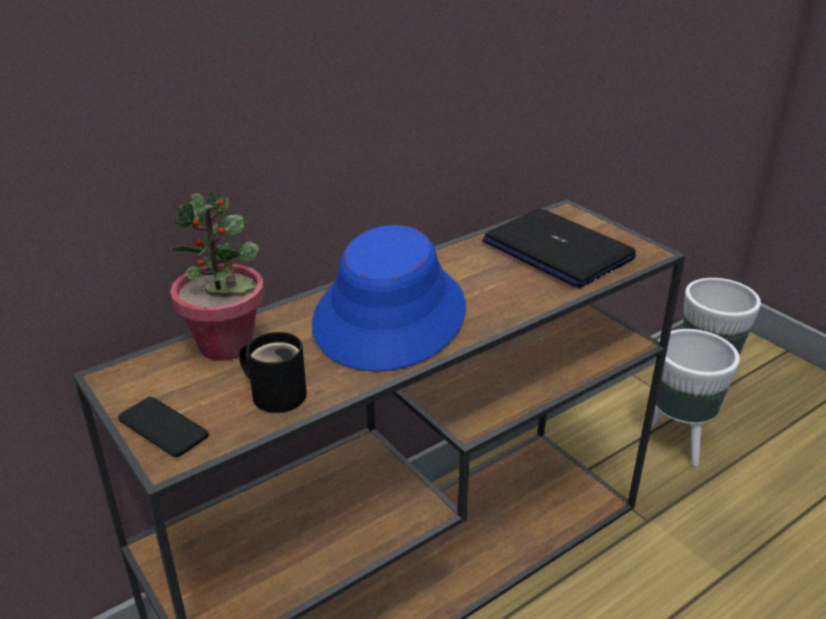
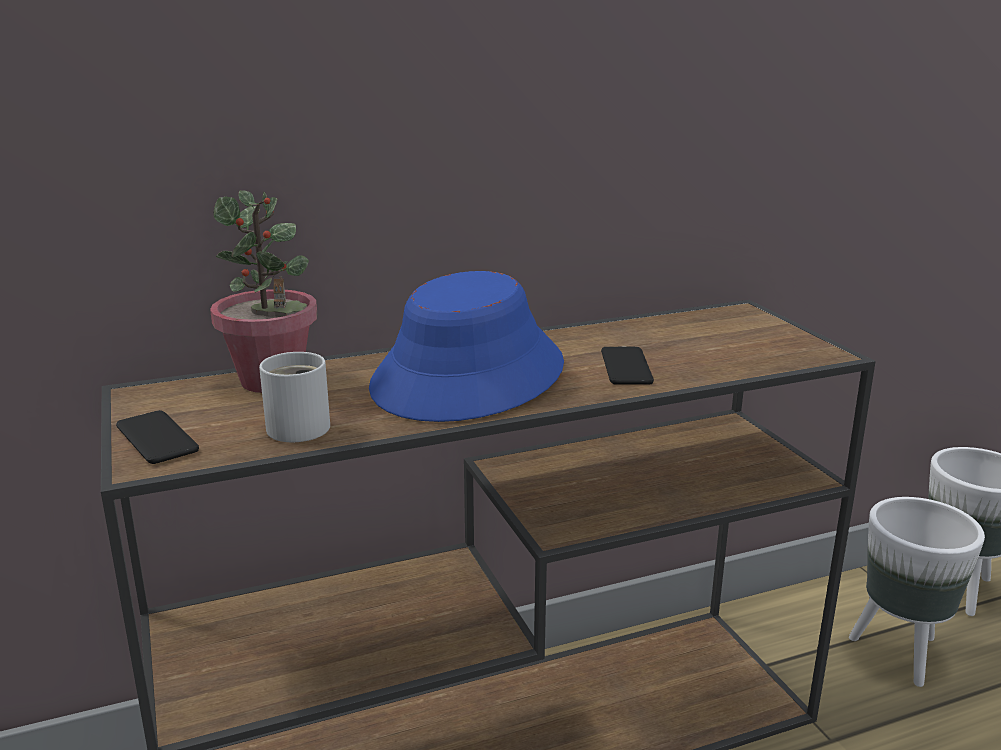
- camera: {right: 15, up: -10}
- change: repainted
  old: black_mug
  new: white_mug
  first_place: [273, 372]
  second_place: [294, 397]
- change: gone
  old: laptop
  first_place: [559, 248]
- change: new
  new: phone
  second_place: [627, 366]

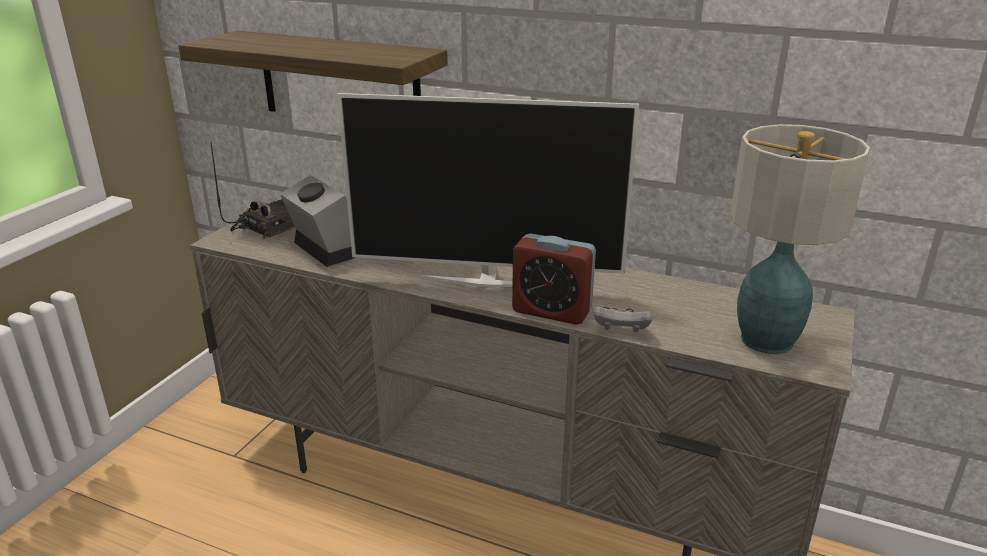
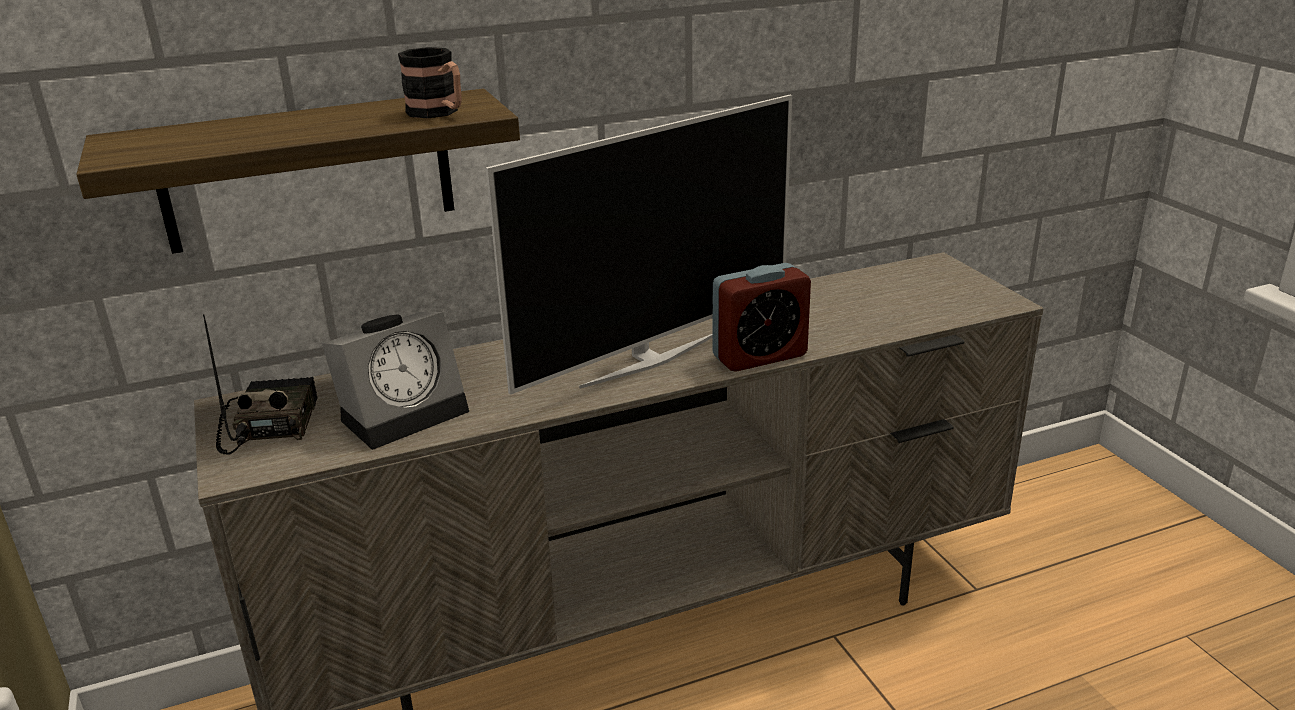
- camera: {right: -45, up: 0}
- change: rotated
  old: alarm_clock
  first_place: [317, 221]
  second_place: [395, 381]
  degrees: 135
- change: gone
  old: grey_game_controller
  first_place: [623, 319]
- change: gone
  old: table_lamp
  first_place: [800, 239]
- change: new
  new: mug
  second_place: [430, 82]

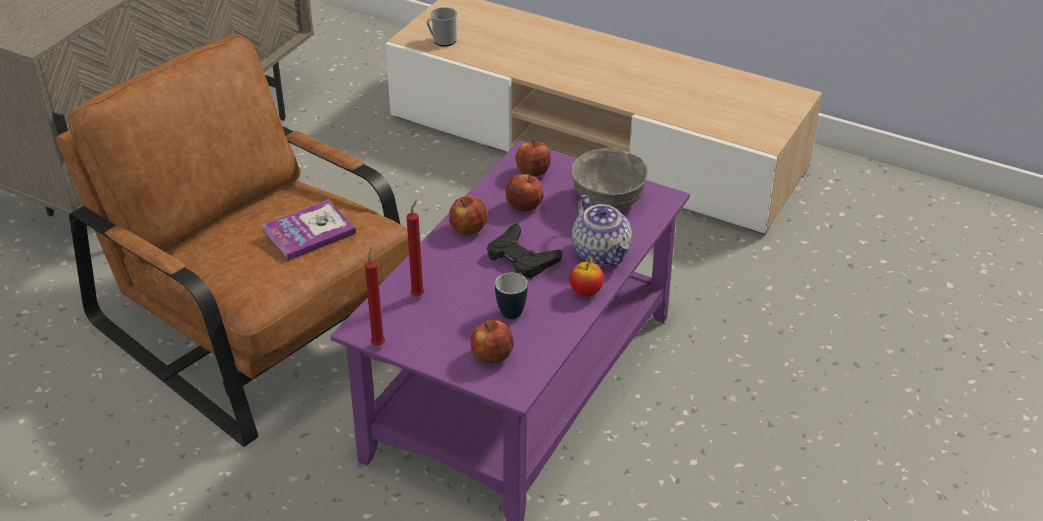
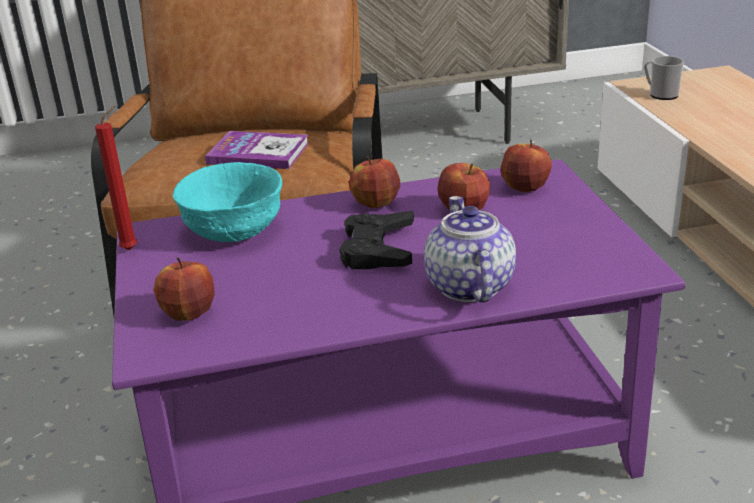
- camera: {right: 50, up: -10}
- change: swapped
  old: red_candle
  new: turquoise_bowl
  first_place: [415, 247]
  second_place: [227, 202]
- change: gone
  old: mug
  first_place: [511, 295]
- change: gone
  old: apple
  first_place: [586, 277]
- change: gone
  old: grey_bowl
  first_place: [609, 179]
- change: rotated
  old: teapot
  first_place: [602, 230]
  second_place: [470, 249]
  degrees: 150

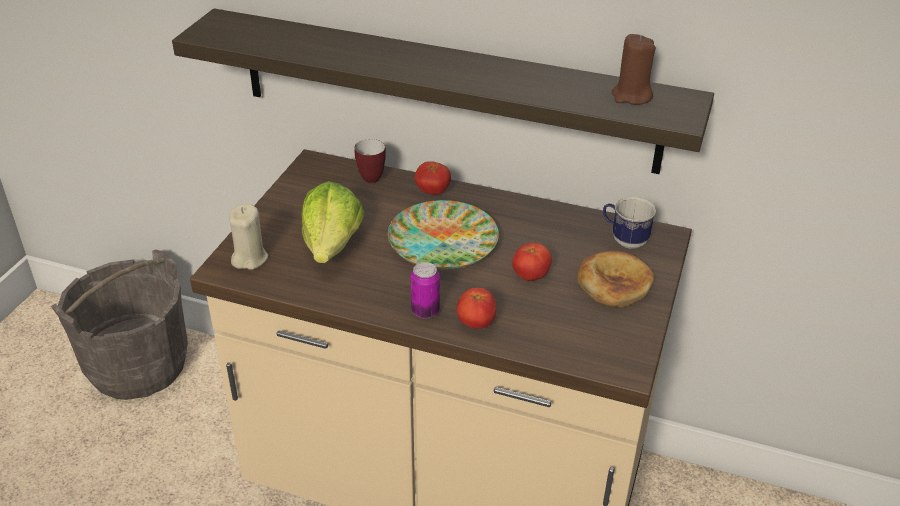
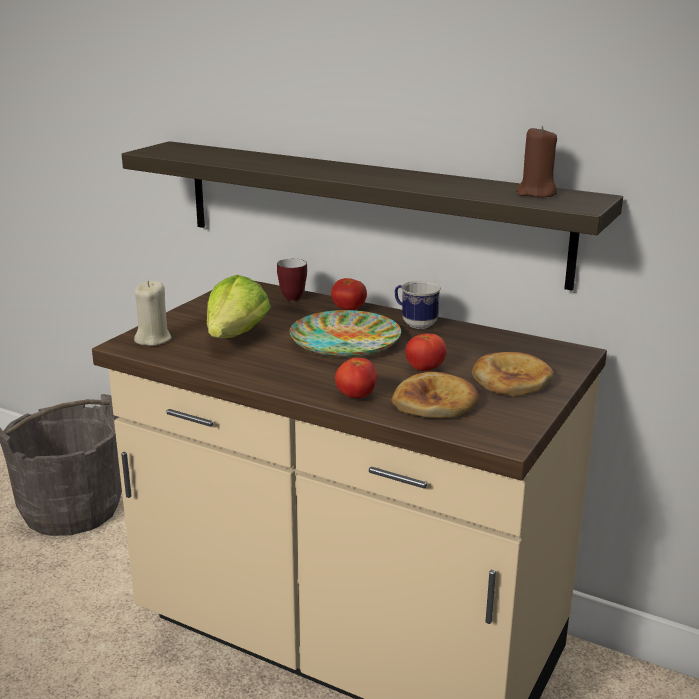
- camera: {right: 10, up: -15}
- change: gone
  old: can
  first_place: [425, 290]
- change: shifted
  old: mug
  first_place: [629, 223]
  second_place: [418, 305]
- change: new
  new: bread
  second_place: [435, 395]

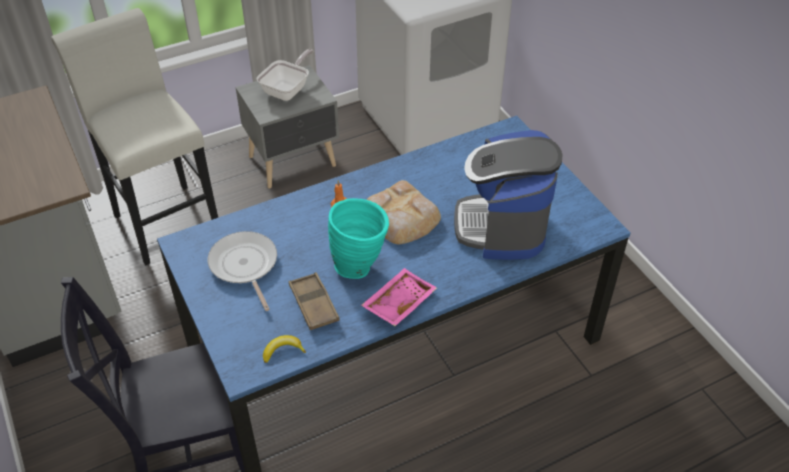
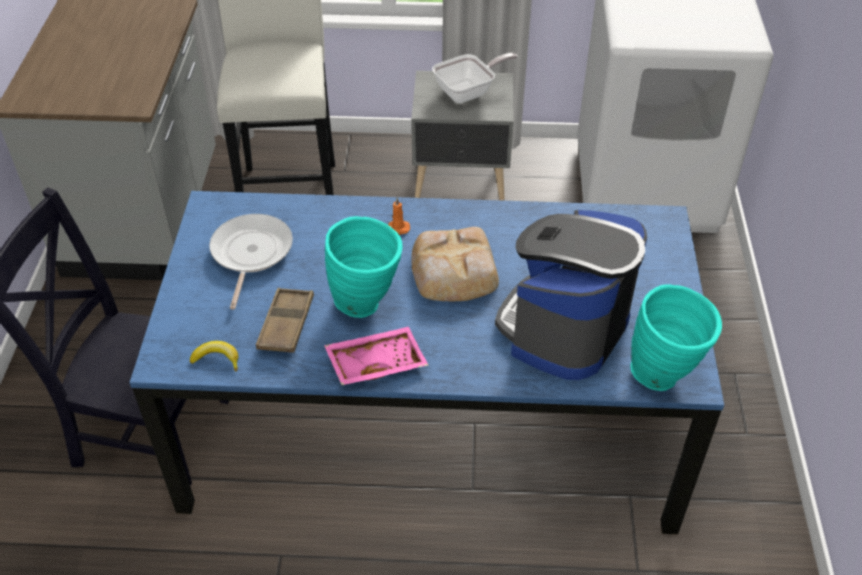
- camera: {right: 30, up: 0}
- change: new
  new: turquoise_vase
  second_place: [676, 337]

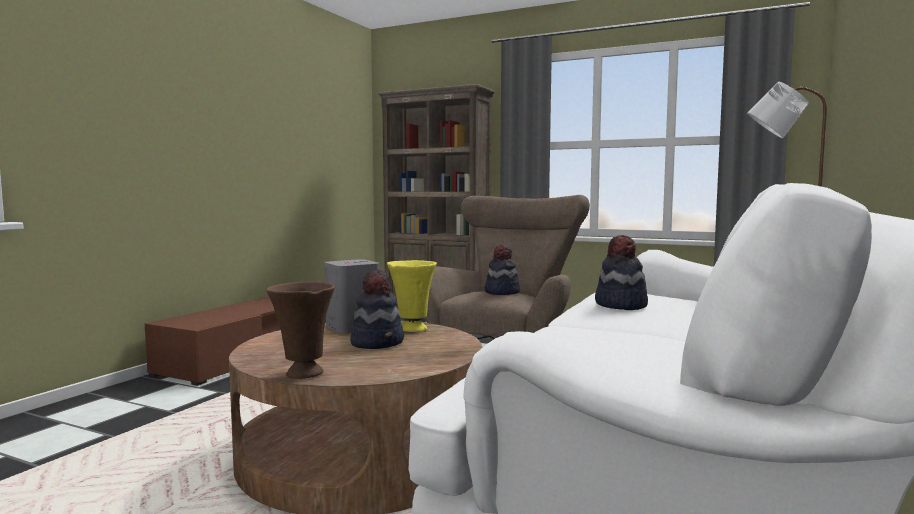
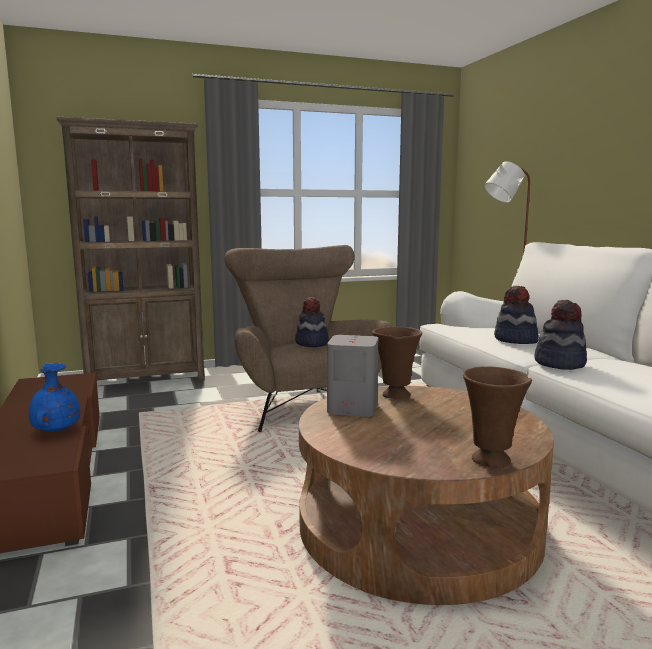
- camera: {right: -45, up: 5}
- change: shifted
  old: hat
  first_place: [377, 309]
  second_place: [560, 334]
- change: repainted
  old: yellow_vase
  new: brown_vase
  first_place: [412, 296]
  second_place: [397, 363]
- change: new
  new: blue_vase
  second_place: [54, 397]

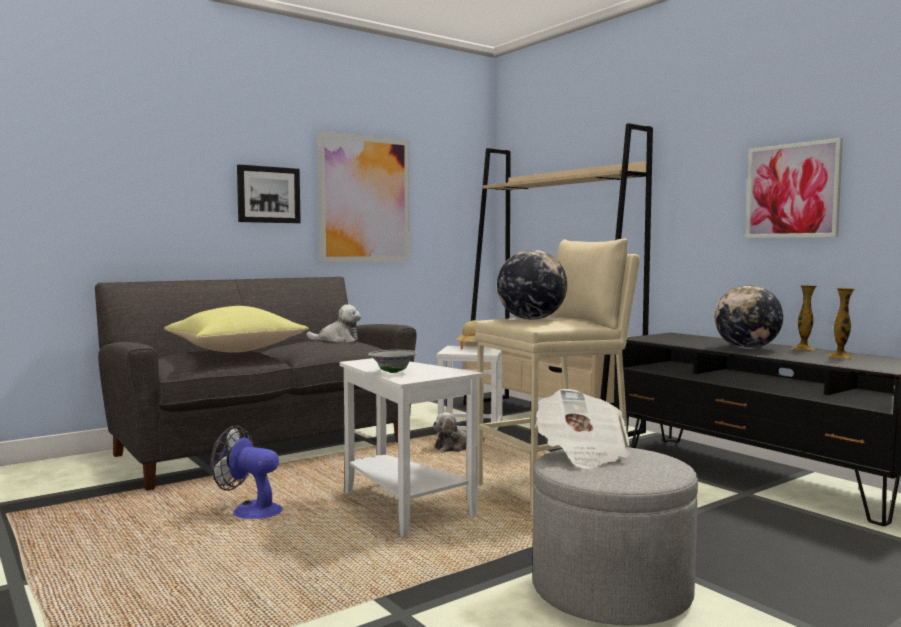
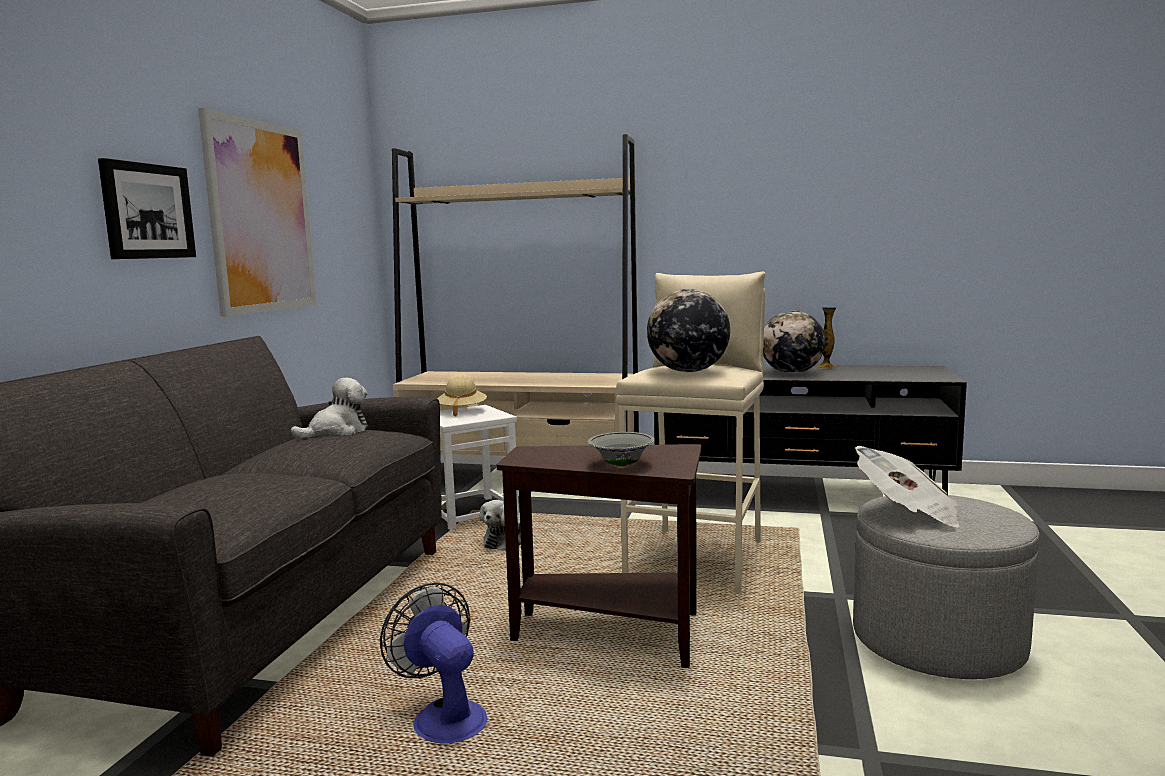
- camera: {right: -40, up: 5}
- change: gone
  old: yellow_pillow
  first_place: [236, 329]
- change: rotated
  old: fan
  first_place: [247, 472]
  second_place: [433, 663]
  degrees: 75
- change: repainted
  old: white_side_table
  new: brown_side_table
  first_place: [411, 447]
  second_place: [599, 556]
- change: gone
  old: picture
  first_place: [794, 188]
- change: gone
  old: vase
  first_place: [841, 323]

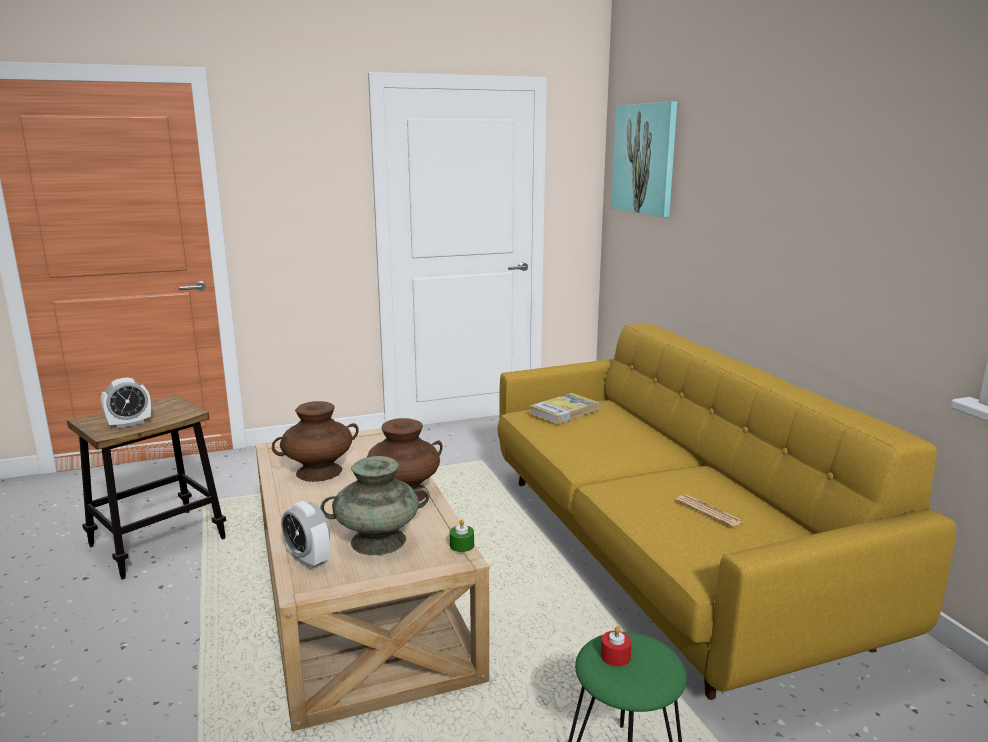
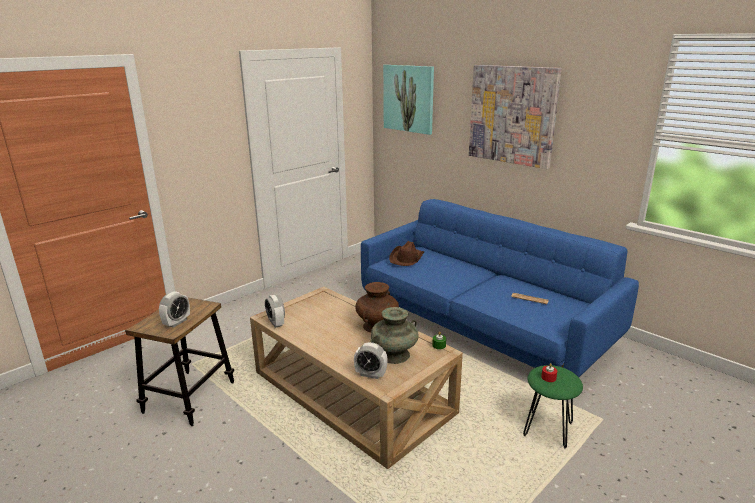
- camera: {right: -25, up: 5}
- change: gone
  old: brown_vase
  first_place: [315, 441]
- change: repainted
  old: yellow_sofa
  new: blue_sofa
  first_place: [727, 512]
  second_place: [500, 288]
- change: swapped
  old: book
  new: brown_hat
  first_place: [564, 408]
  second_place: [407, 253]
- change: new
  new: alarm_clock
  second_place: [275, 311]
- change: new
  new: picture
  second_place: [515, 117]

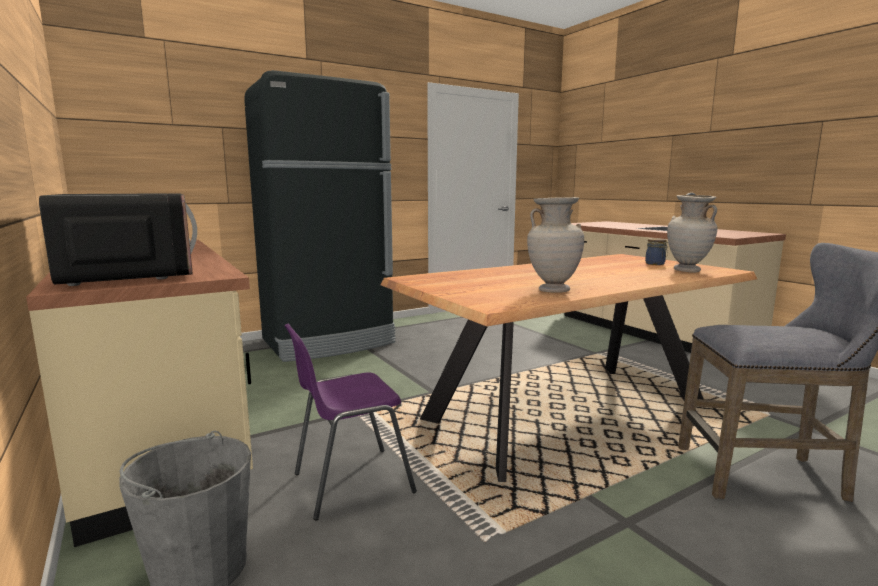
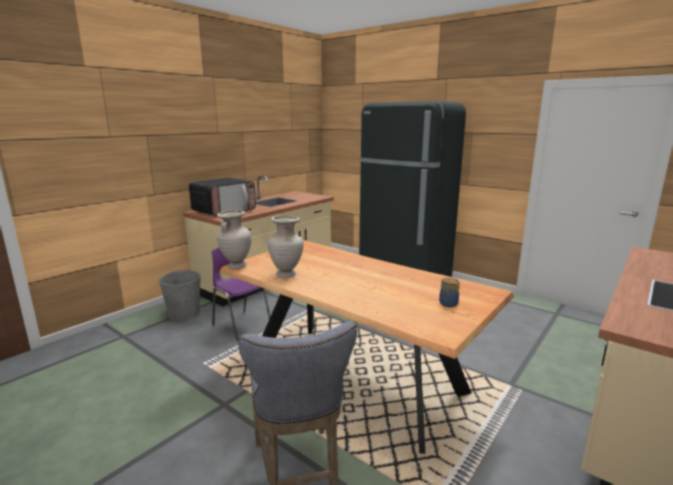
- camera: {right: 70, up: 5}
- change: shifted
  old: beige_vase
  first_place: [692, 233]
  second_place: [234, 239]

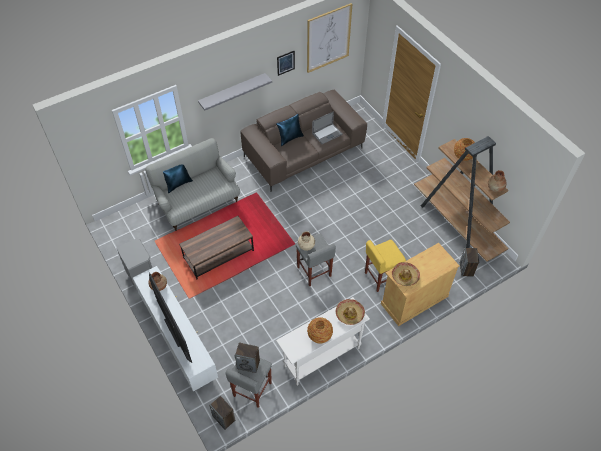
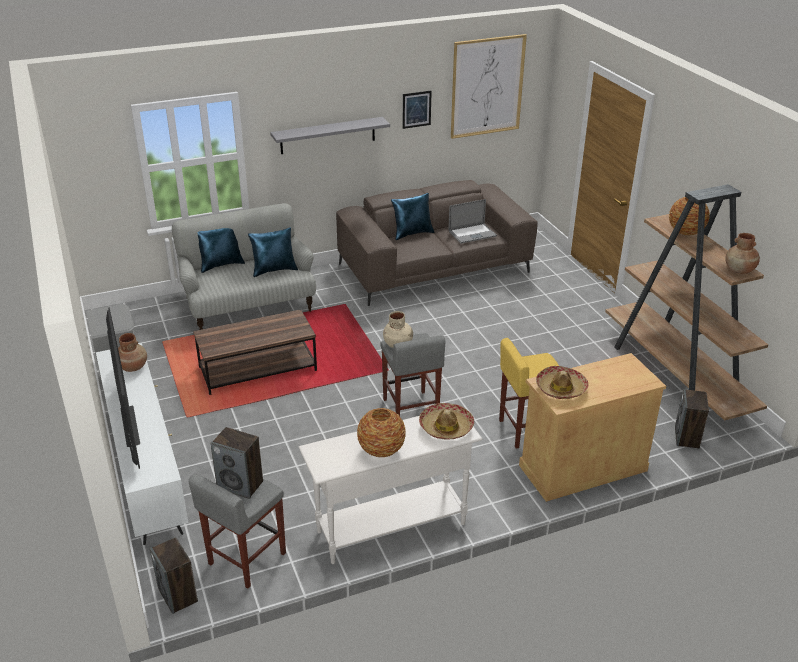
- camera: {right: 10, up: -20}
- change: new
  new: blue_pillow
  second_place: [273, 252]

